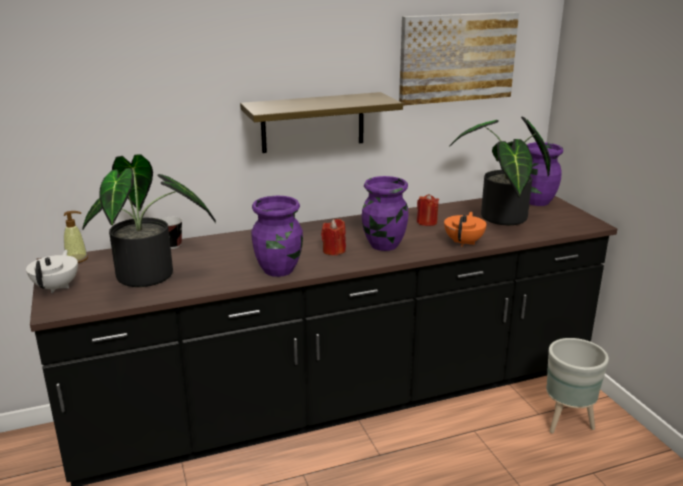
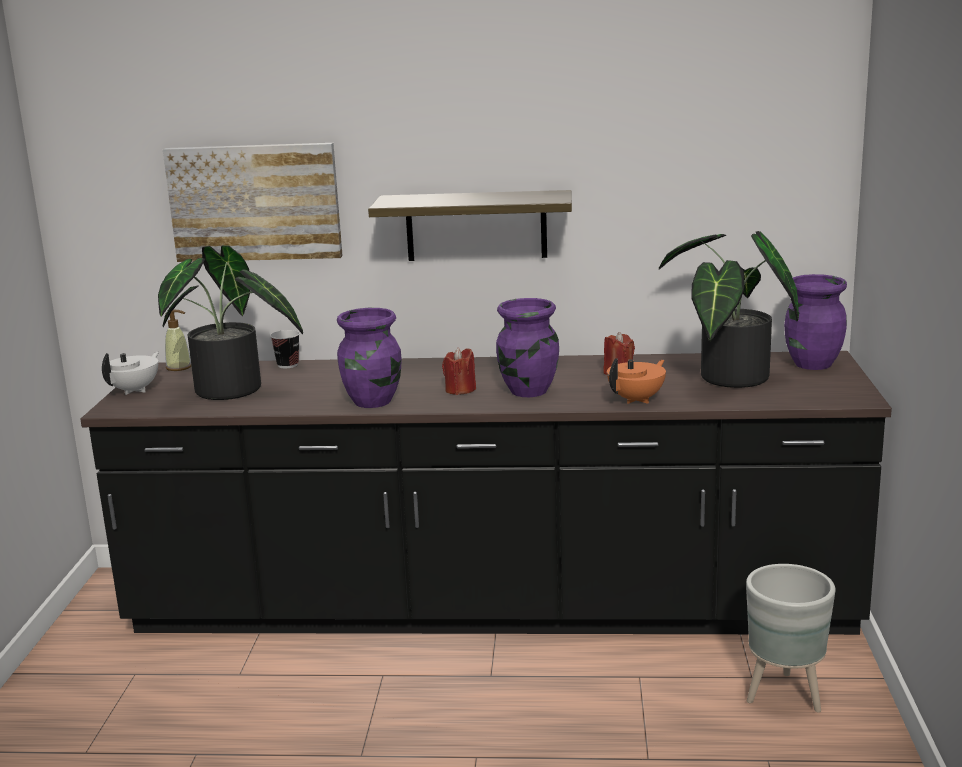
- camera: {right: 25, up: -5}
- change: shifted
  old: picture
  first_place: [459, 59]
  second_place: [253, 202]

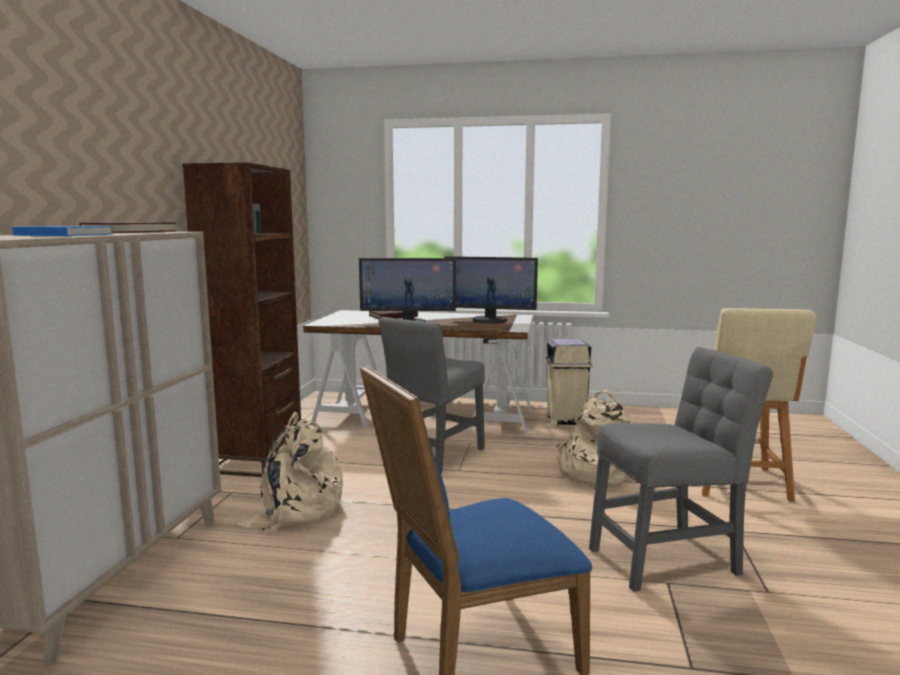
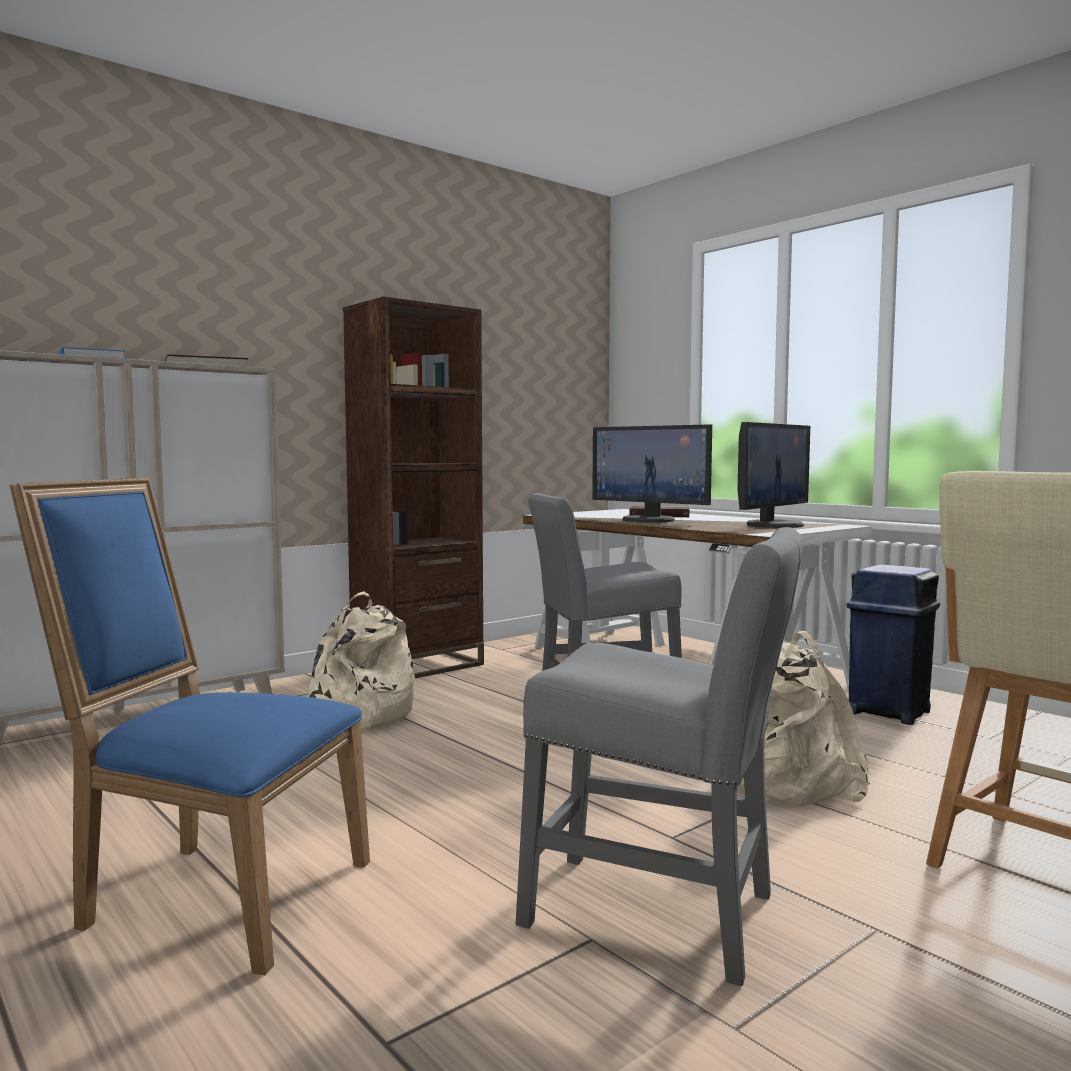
- camera: {right: 40, up: -5}
- change: rotated
  old: monitor
  first_place: [491, 289]
  second_place: [774, 475]
  degrees: -105
- change: repainted
  old: beige_trash_can
  new: blue_trash_can
  first_place: [569, 383]
  second_place: [893, 644]

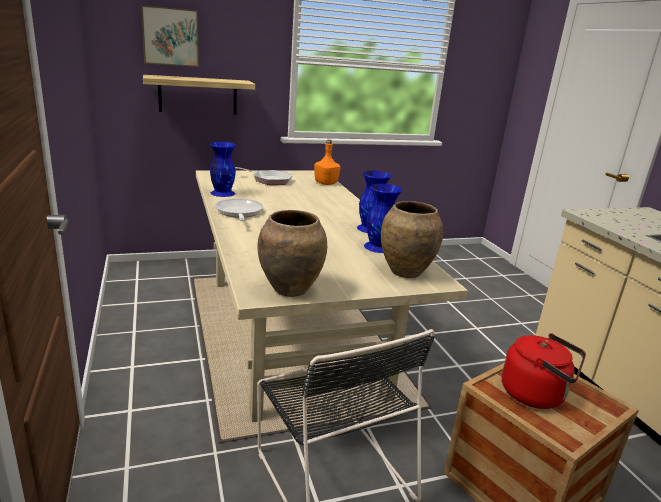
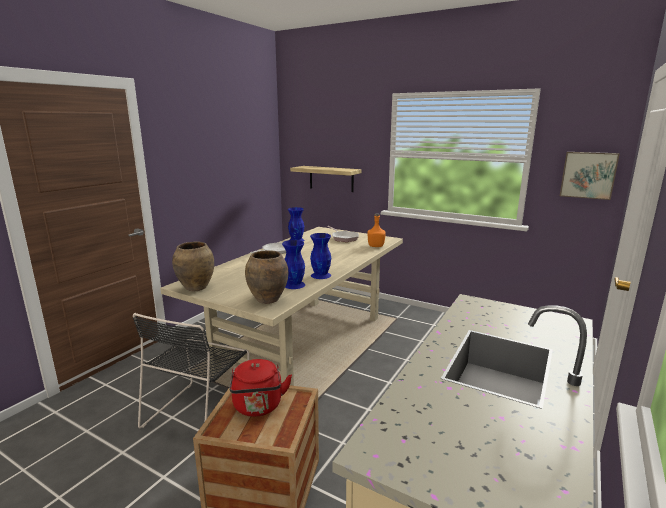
- camera: {right: 50, up: -5}
- change: shifted
  old: picture
  first_place: [170, 36]
  second_place: [590, 176]

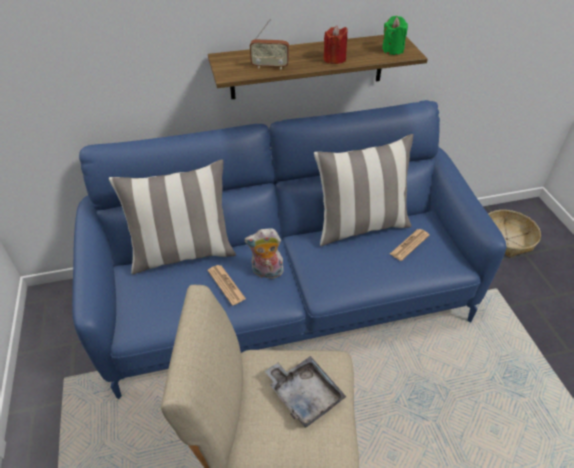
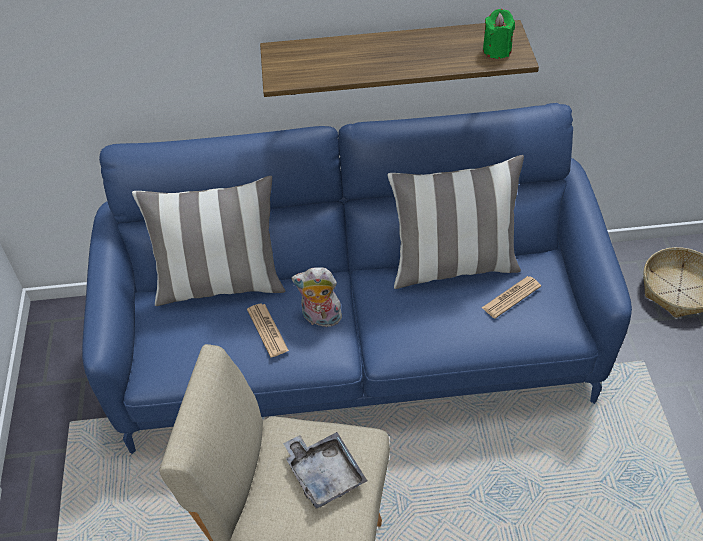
- camera: {right: 10, up: 5}
- change: gone
  old: radio
  first_place: [269, 44]
- change: gone
  old: red_candle
  first_place: [335, 44]

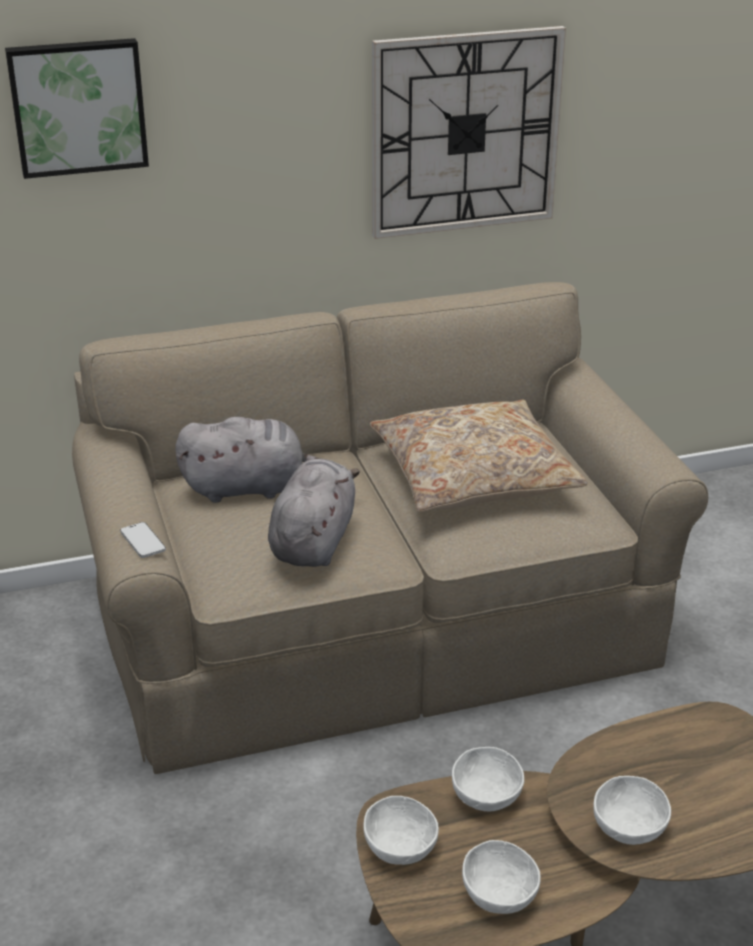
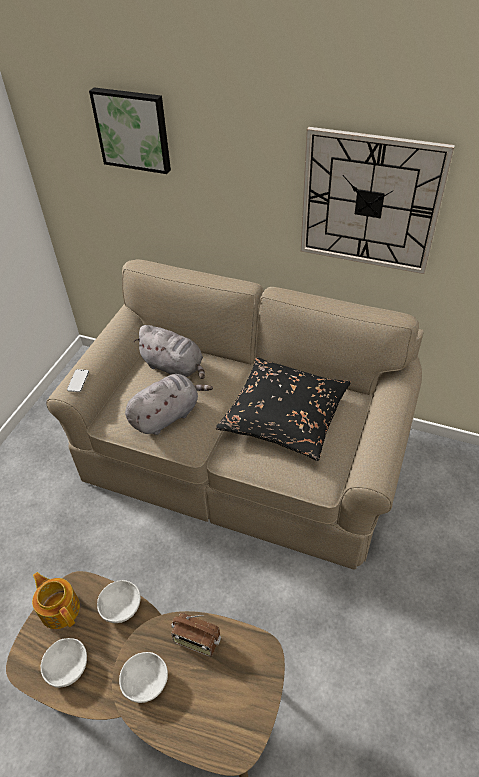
- camera: {right: 40, up: 15}
- change: swapped
  old: white_bowl
  new: teapot
  first_place: [401, 830]
  second_place: [56, 600]
- change: repainted
  old: beige_pillow
  new: black_pillow
  first_place: [479, 456]
  second_place: [283, 409]
- change: new
  new: radio
  second_place: [196, 634]

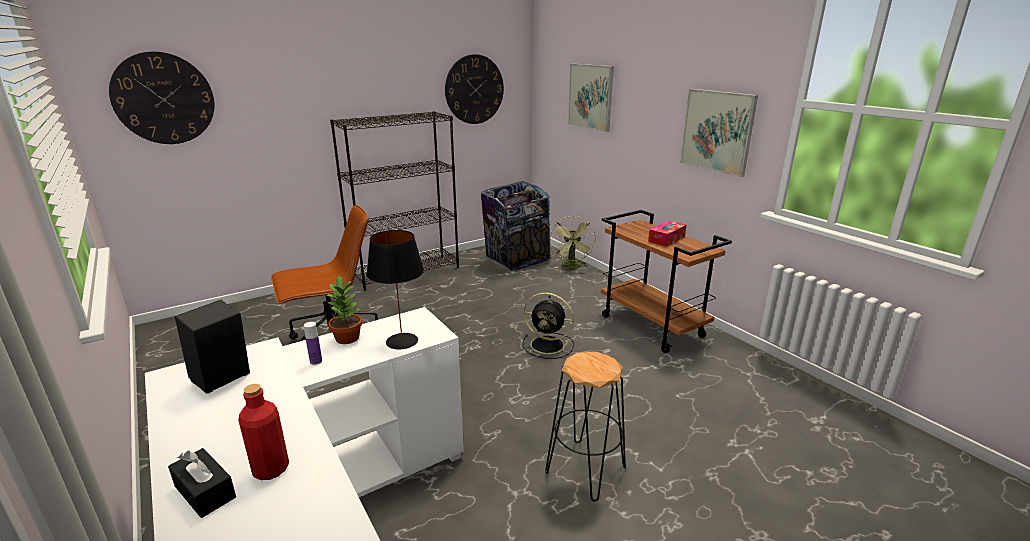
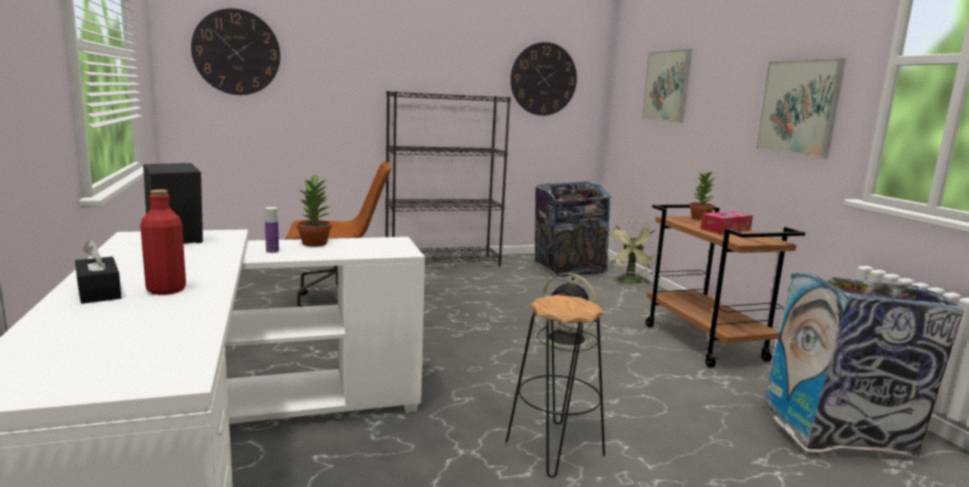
- camera: {right: 15, up: -10}
- change: gone
  old: black_table_lamp
  first_place: [395, 289]
- change: new
  new: potted_plant
  second_place: [702, 195]
- change: new
  new: trash_can
  second_place: [863, 365]

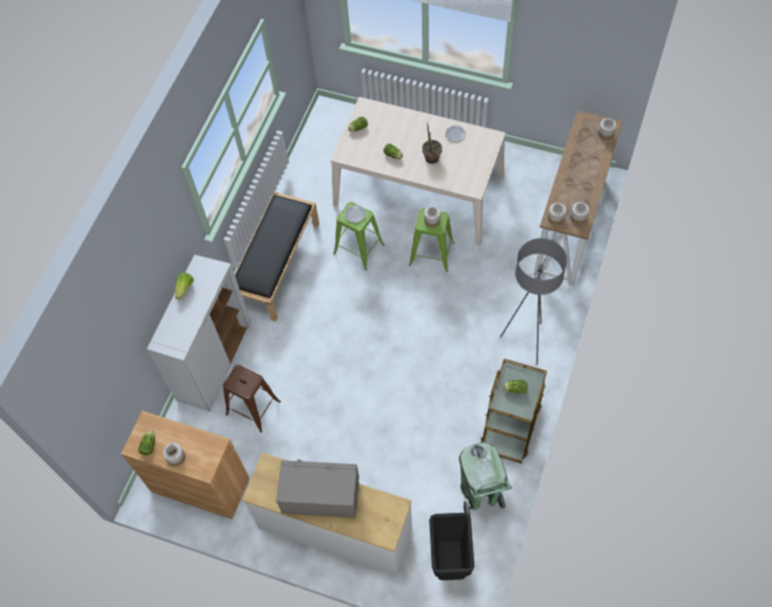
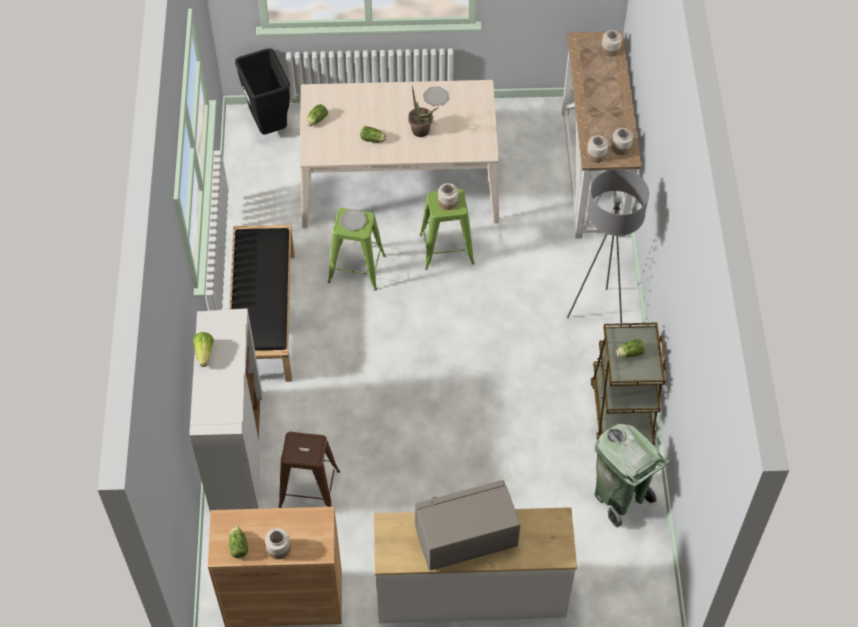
- camera: {right: -25, up: -5}
- change: shifted
  old: black_trash_can
  first_place: [451, 546]
  second_place: [262, 92]

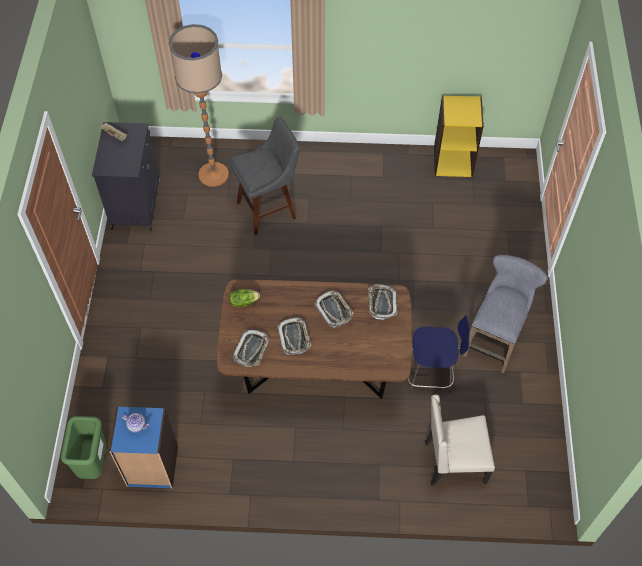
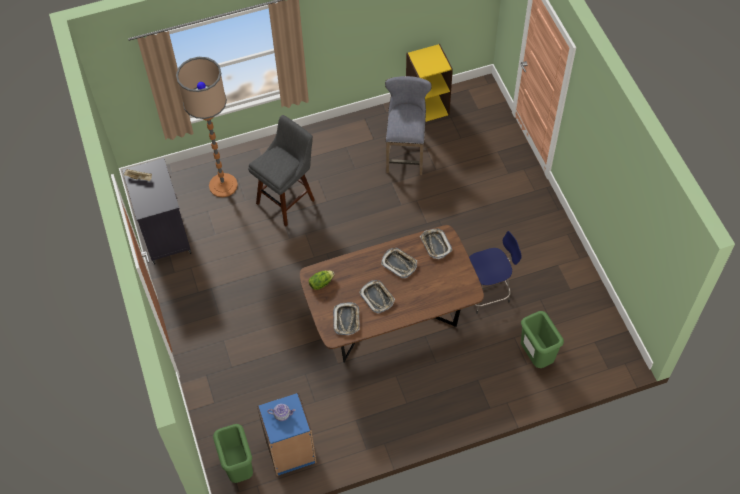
- camera: {right: -20, up: 0}
- change: swapped
  old: beige_chair
  new: green_trash_can
  first_place: [460, 440]
  second_place: [542, 339]
- change: shifted
  old: grey_stool
  first_place: [506, 314]
  second_place: [408, 125]

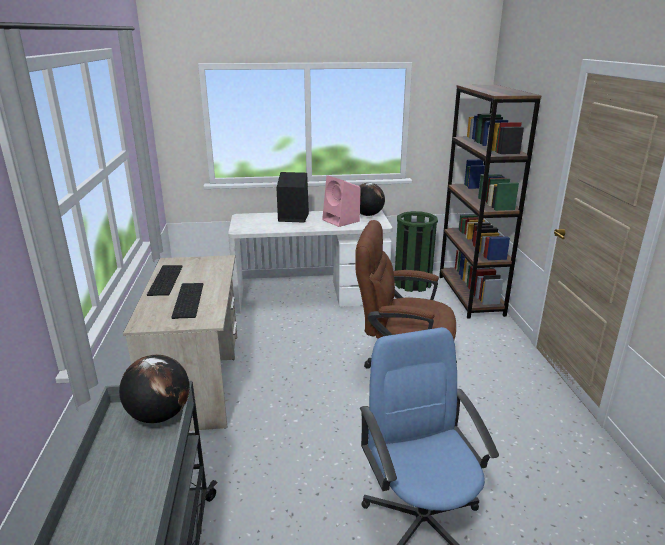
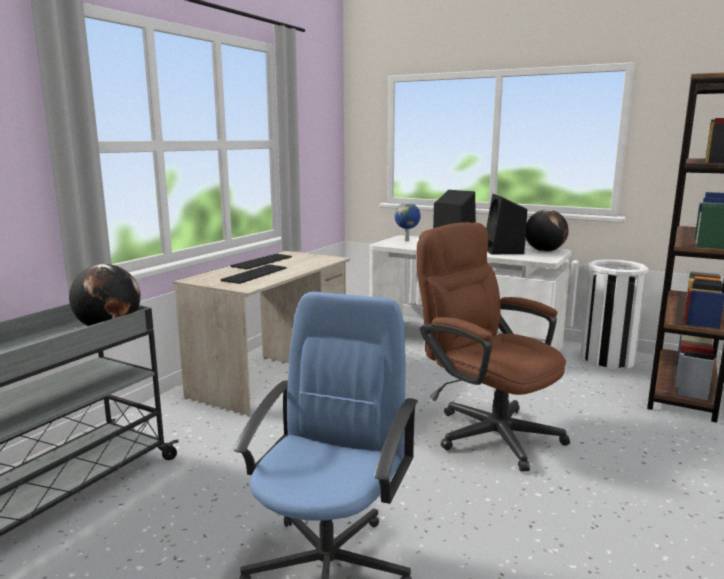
- camera: {right: 35, up: -10}
- change: repainted
  old: pink_speaker
  new: black_speaker
  first_place: [341, 201]
  second_place: [506, 224]
- change: repainted
  old: green_trash_can
  new: white_trash_can
  first_place: [416, 251]
  second_place: [614, 314]
- change: new
  new: globe
  second_place: [408, 222]

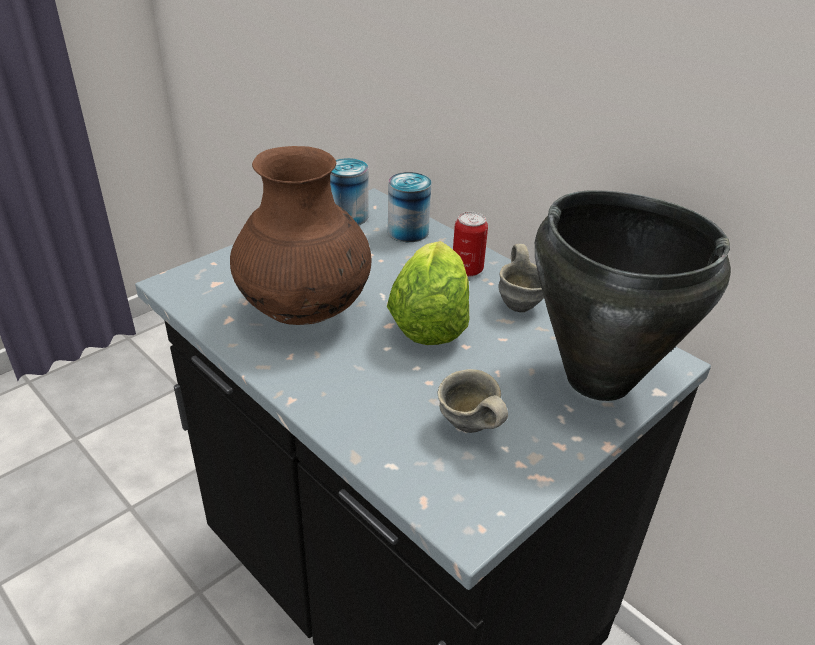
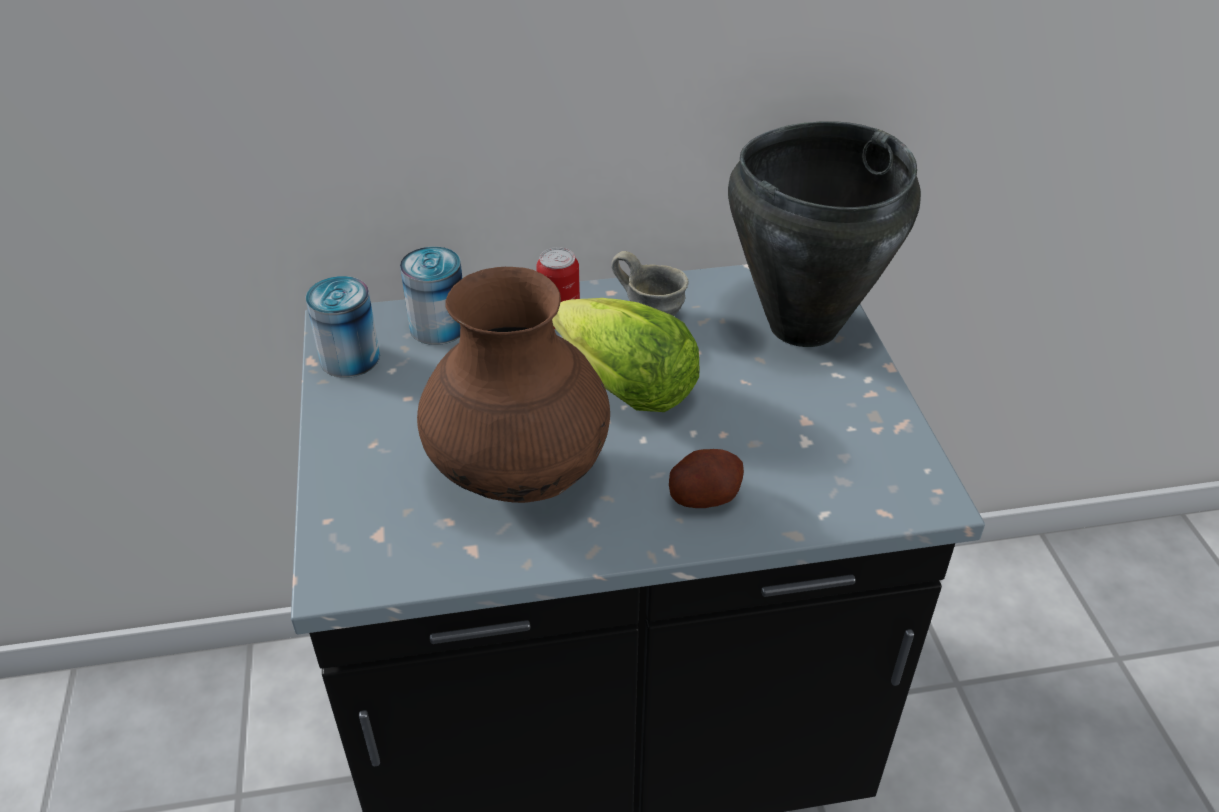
- camera: {right: -55, up: 5}
- change: gone
  old: grey_mug
  first_place: [473, 401]
- change: new
  new: potato
  second_place: [706, 478]

